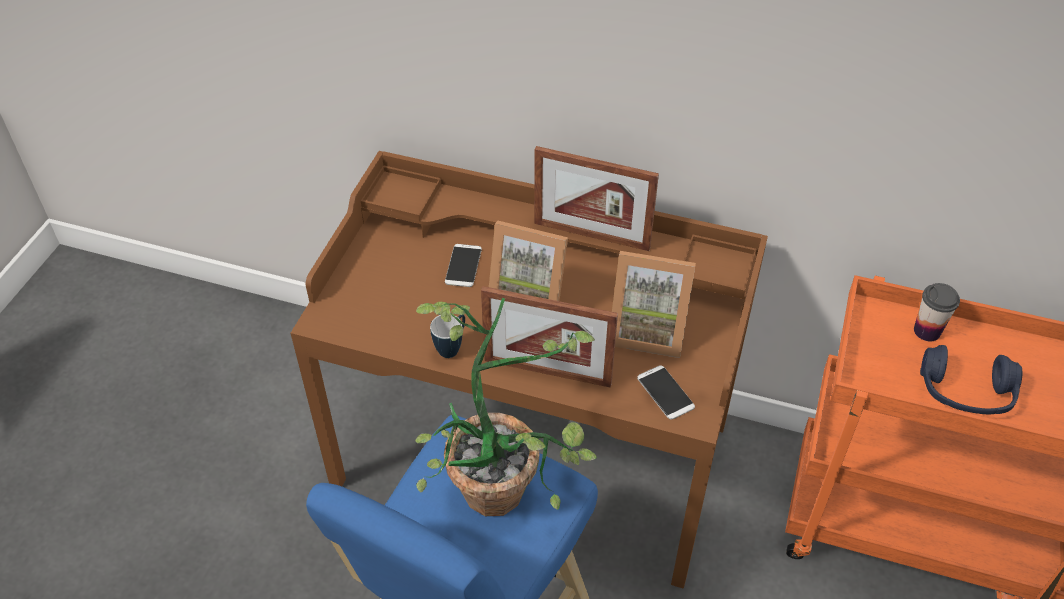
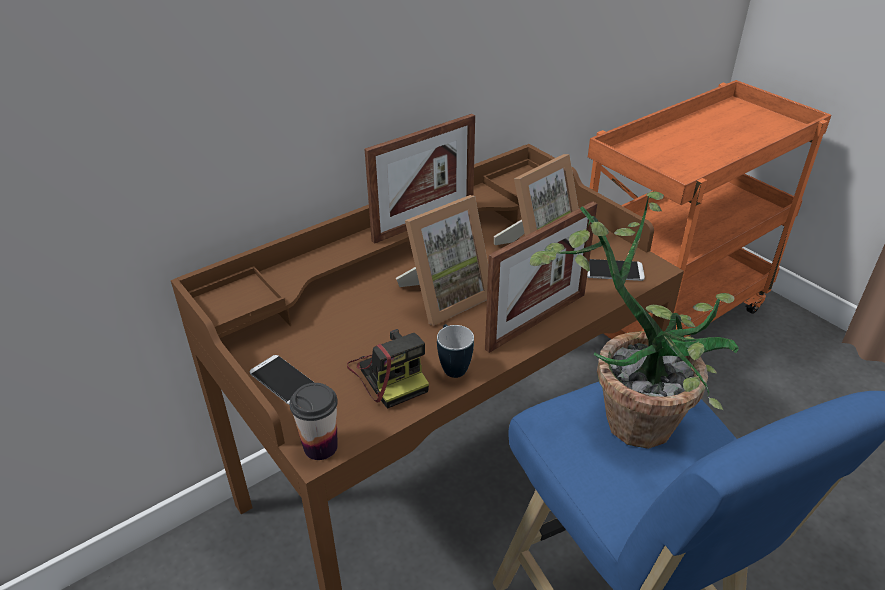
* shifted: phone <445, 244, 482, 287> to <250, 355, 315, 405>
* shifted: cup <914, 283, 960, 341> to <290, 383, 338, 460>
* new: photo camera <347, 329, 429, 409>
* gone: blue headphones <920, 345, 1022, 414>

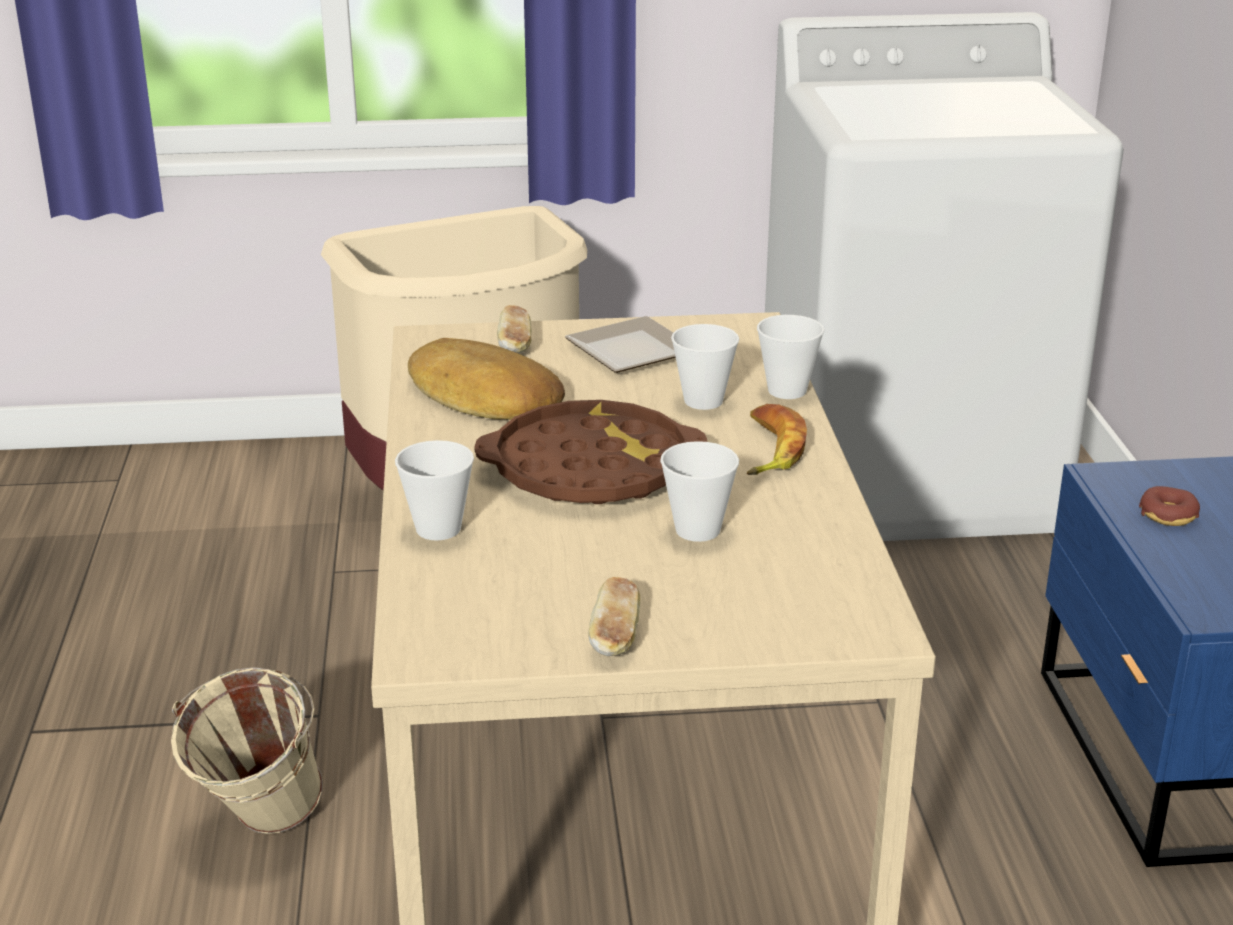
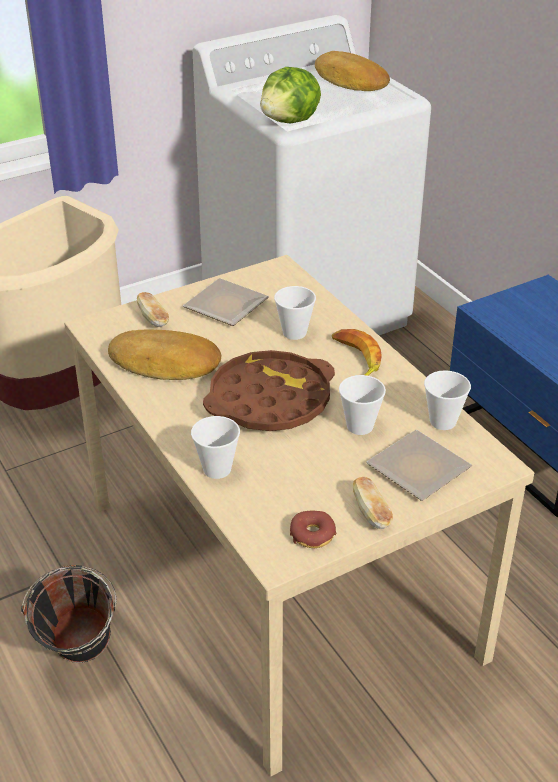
* repainted: beige bucket <171, 667, 323, 834> to black bucket <21, 565, 117, 663>
* new: lettuce <260, 67, 321, 124>
* shifted: donut <1139, 486, 1200, 526> to <290, 511, 336, 548>
* new: bread <315, 51, 390, 91>
* new: plate <366, 430, 472, 501>
* shifted: cup <757, 315, 824, 399> to <424, 370, 471, 430>

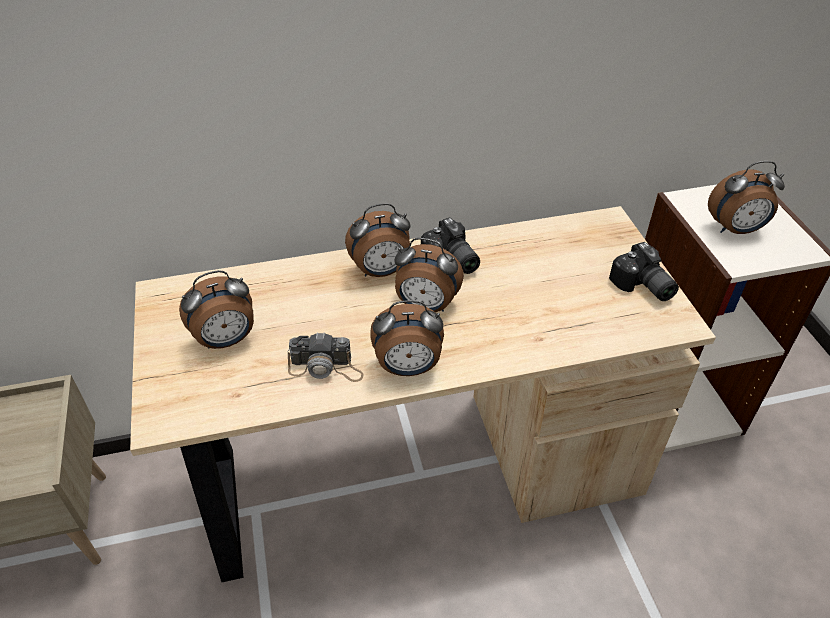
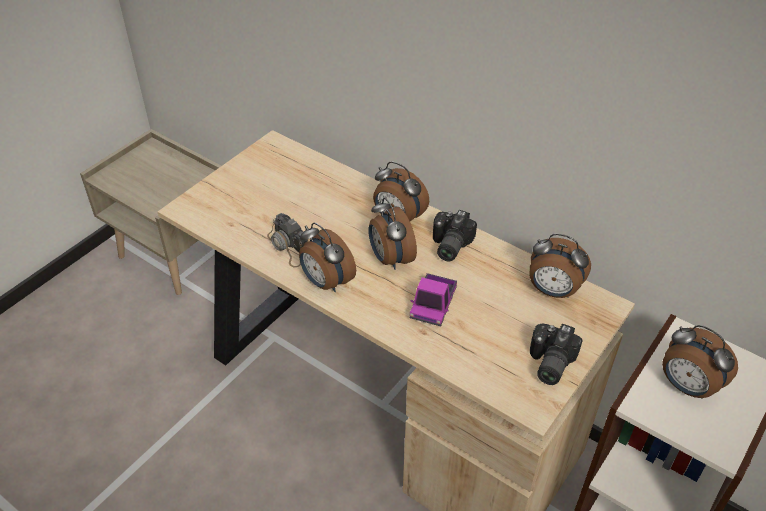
* new: toy truck <410, 273, 457, 326>
* shifted: alarm clock <179, 270, 254, 349> to <530, 233, 591, 298>

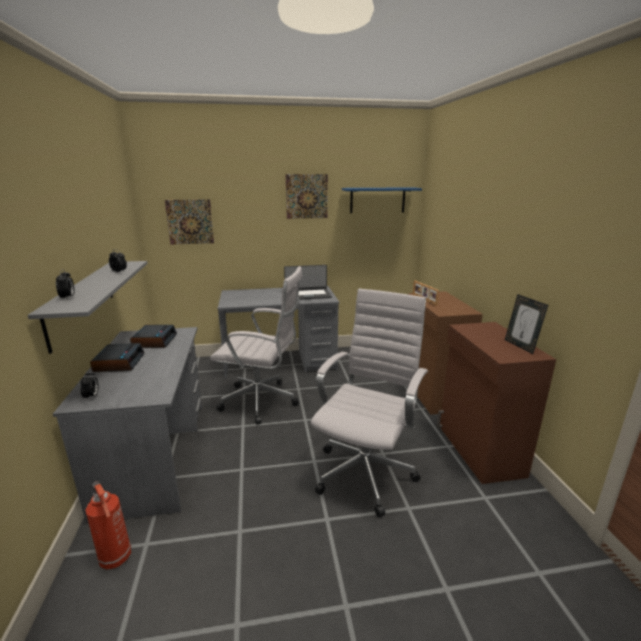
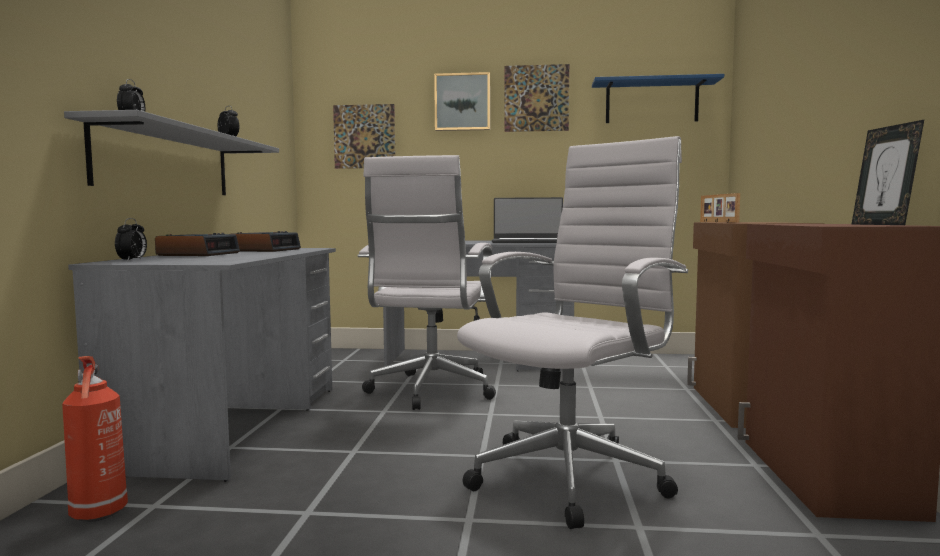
* rotated: white office chair <210, 266, 303, 425> = <358, 155, 496, 410> 75 degrees clockwise
* new: picture <434, 72, 490, 131>

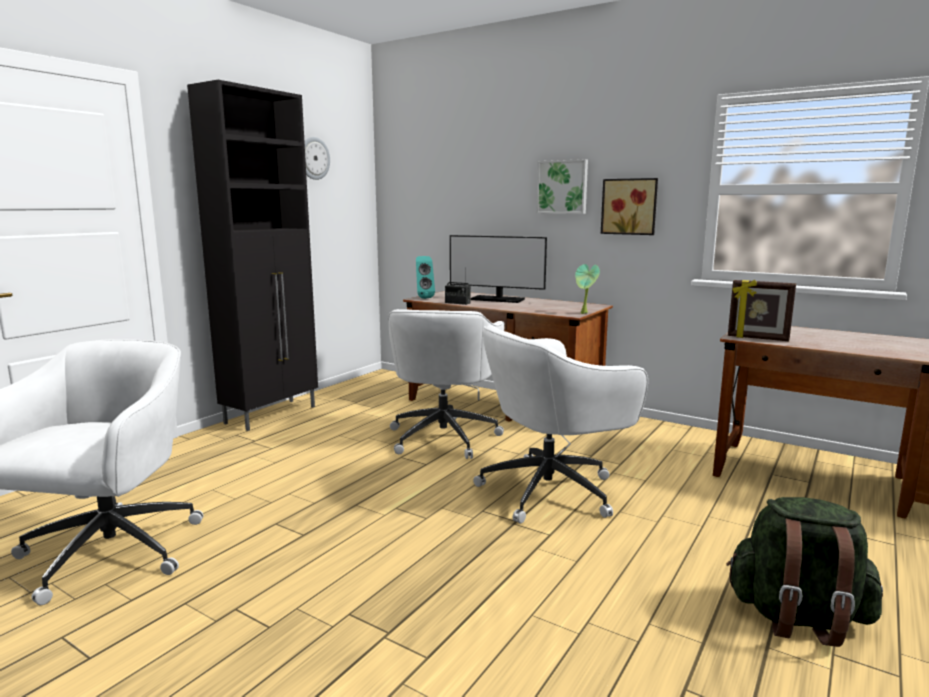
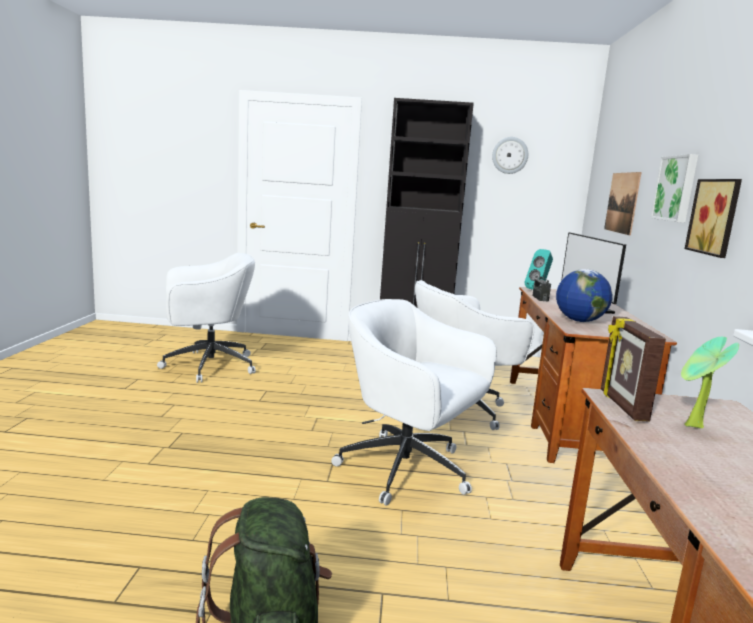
* new: globe <556, 269, 612, 322>
* new: picture <604, 172, 642, 235>
* shifted: potted plant <575, 264, 600, 314> to <681, 337, 739, 428>

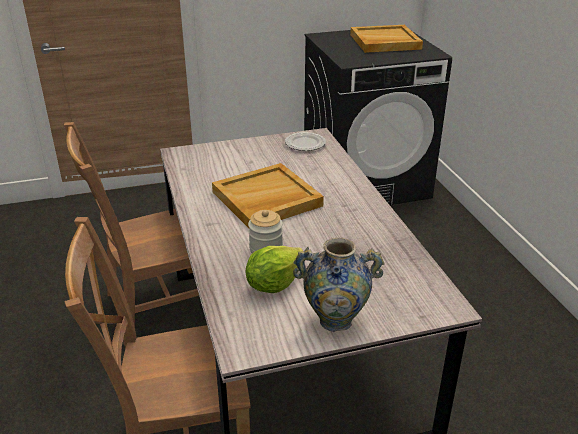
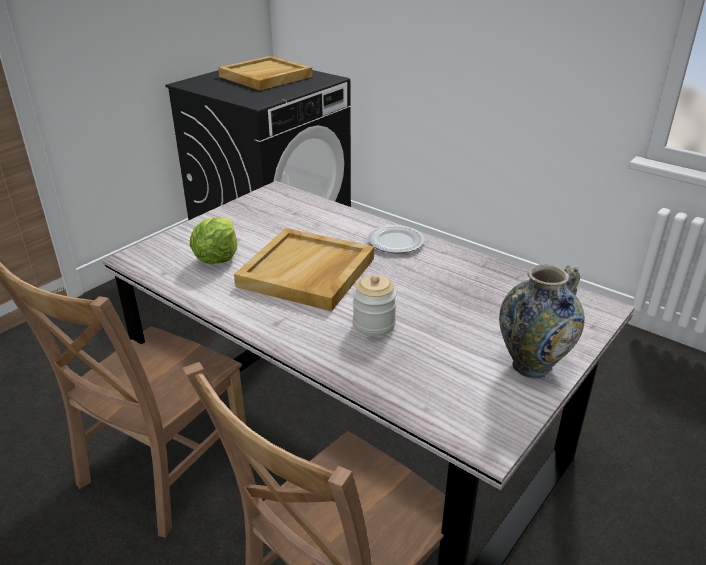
* shifted: lettuce <245, 246, 303, 293> to <190, 217, 237, 264>
* shifted: plate <285, 132, 326, 151> to <368, 225, 425, 253>

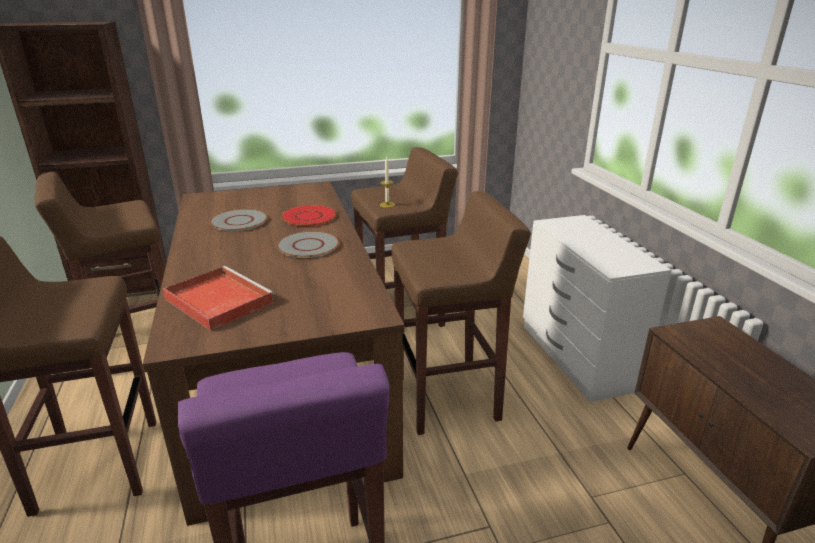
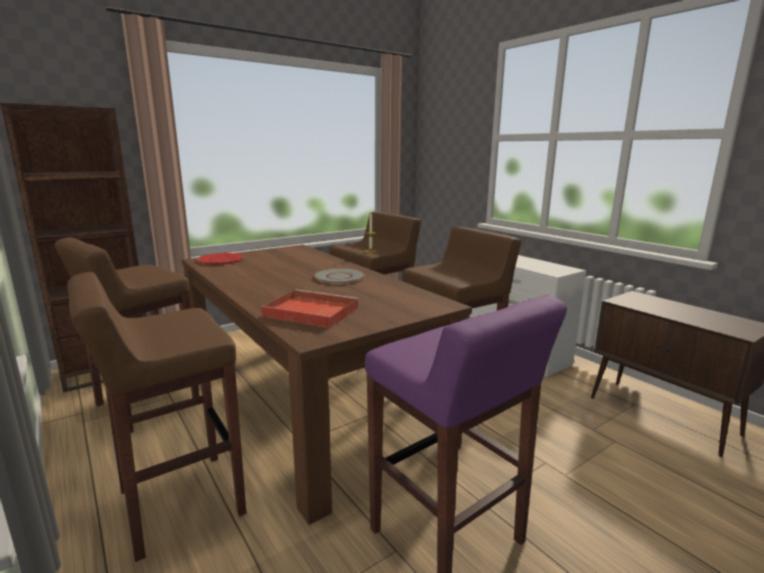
* shifted: red plate <281, 205, 337, 226> to <197, 253, 244, 265>
* gone: grey plate <210, 209, 268, 231>

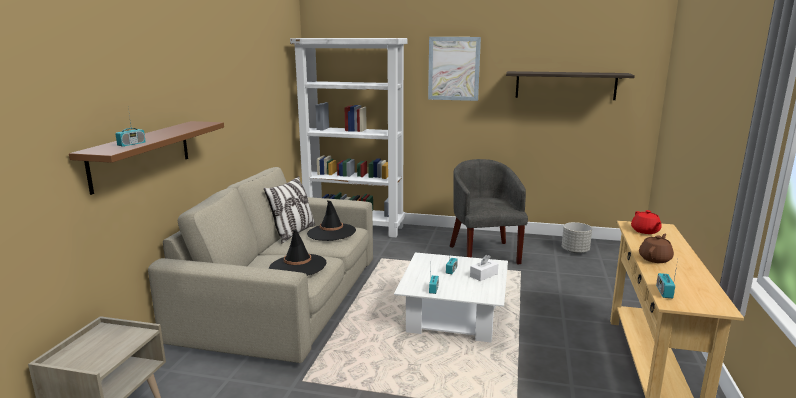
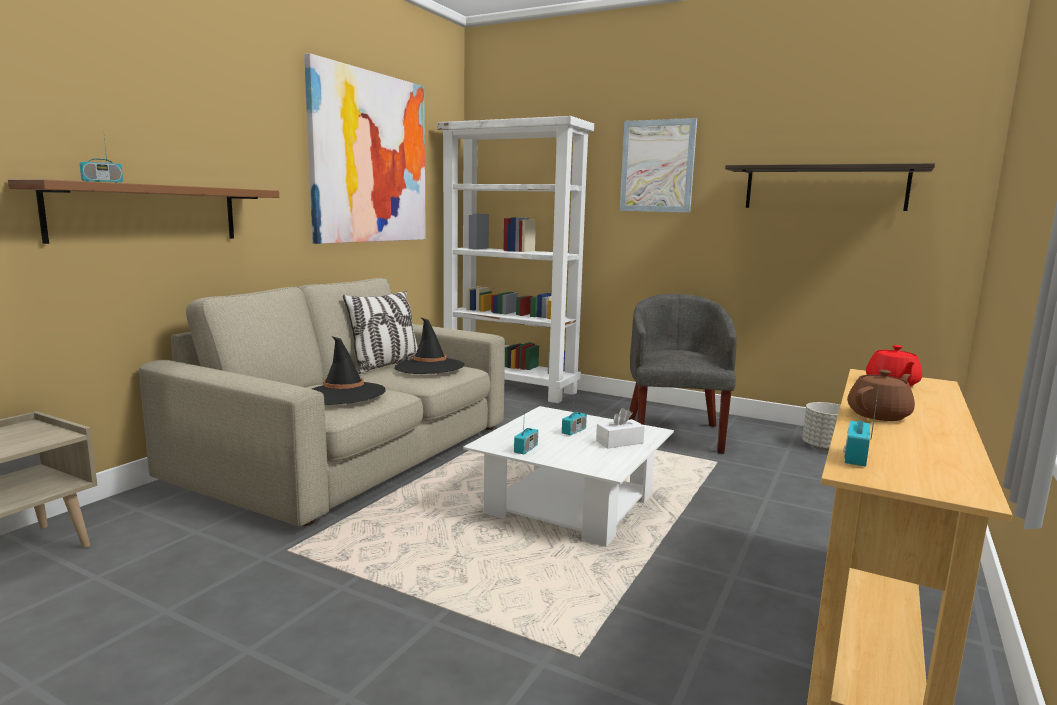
* new: picture <304, 53, 426, 244>

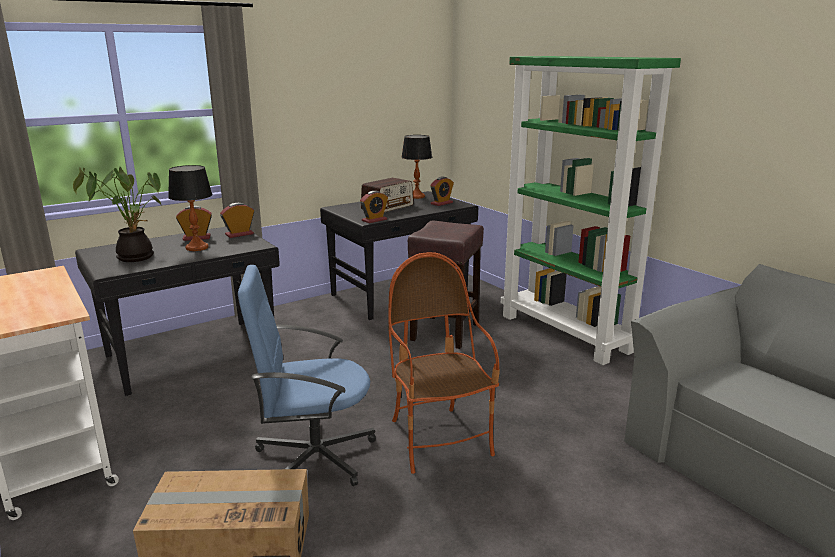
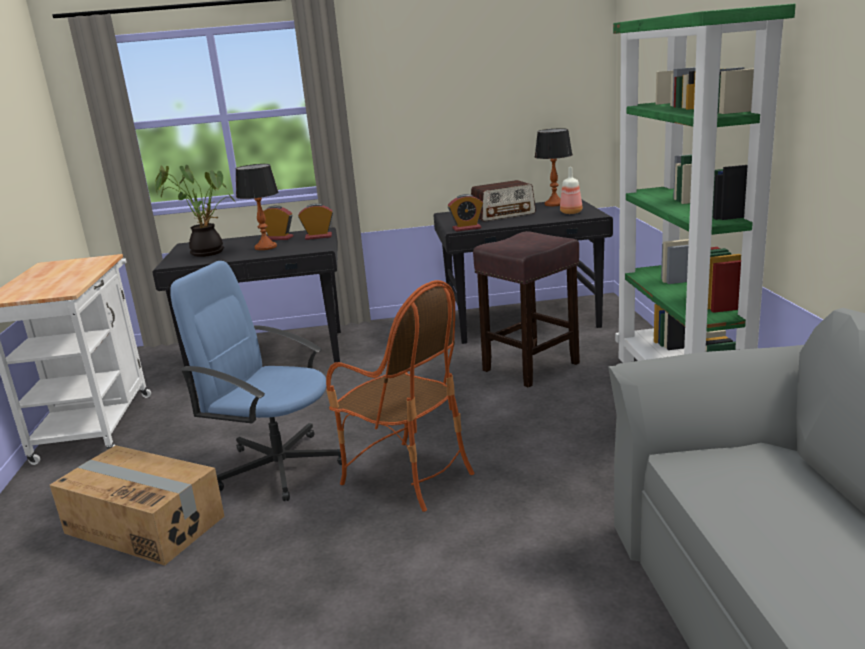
* rotated: armchair <388, 252, 500, 474> = <326, 280, 475, 512> 120 degrees clockwise
* swapped: alarm clock <430, 177, 454, 206> to bottle <560, 167, 582, 214>

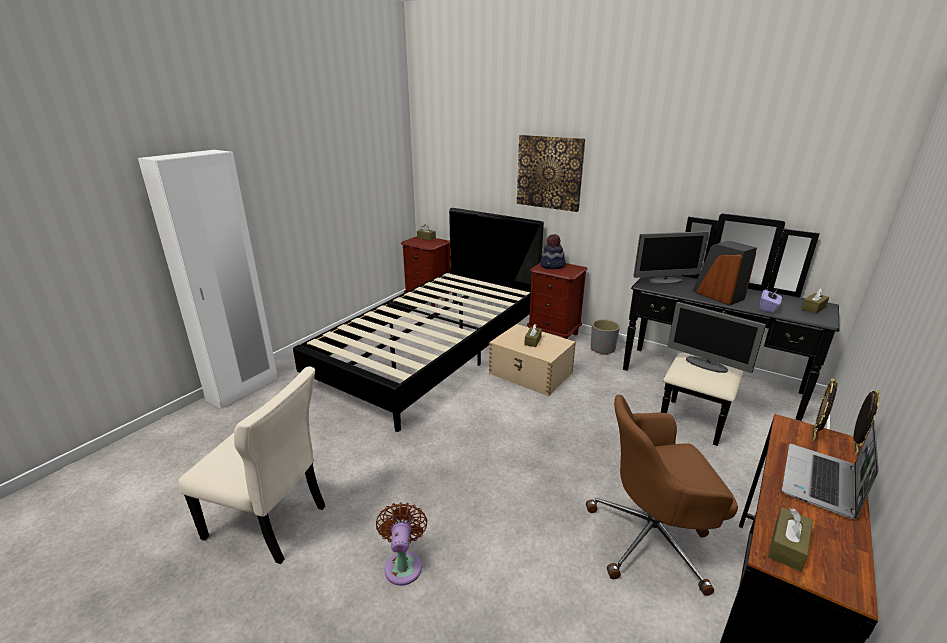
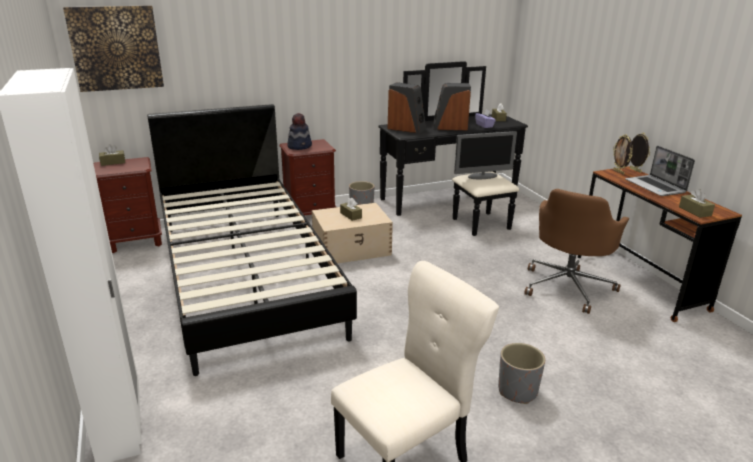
* shifted: picture <517, 135, 585, 212> to <63, 5, 164, 92>
* swapped: monitor <633, 231, 709, 284> to speaker <388, 82, 426, 133>
* swapped: brown fan <376, 502, 427, 586> to grey planter <498, 343, 545, 404>

